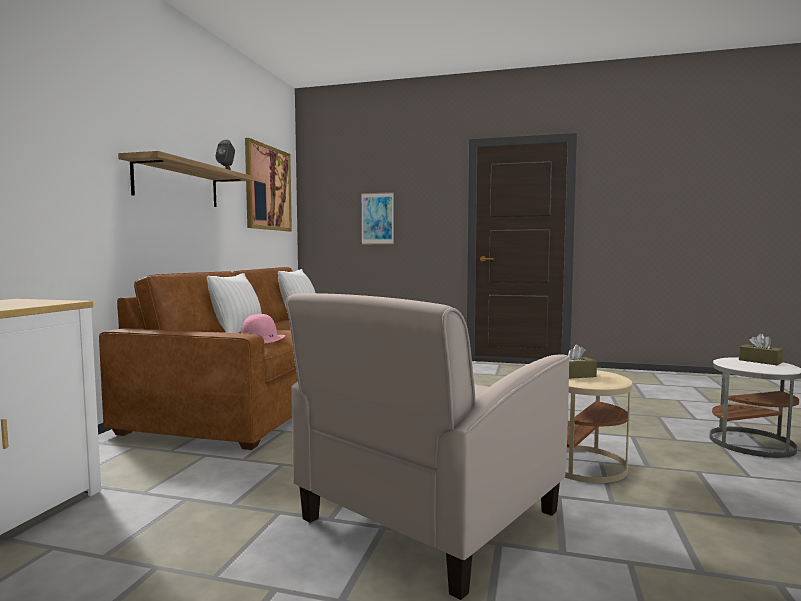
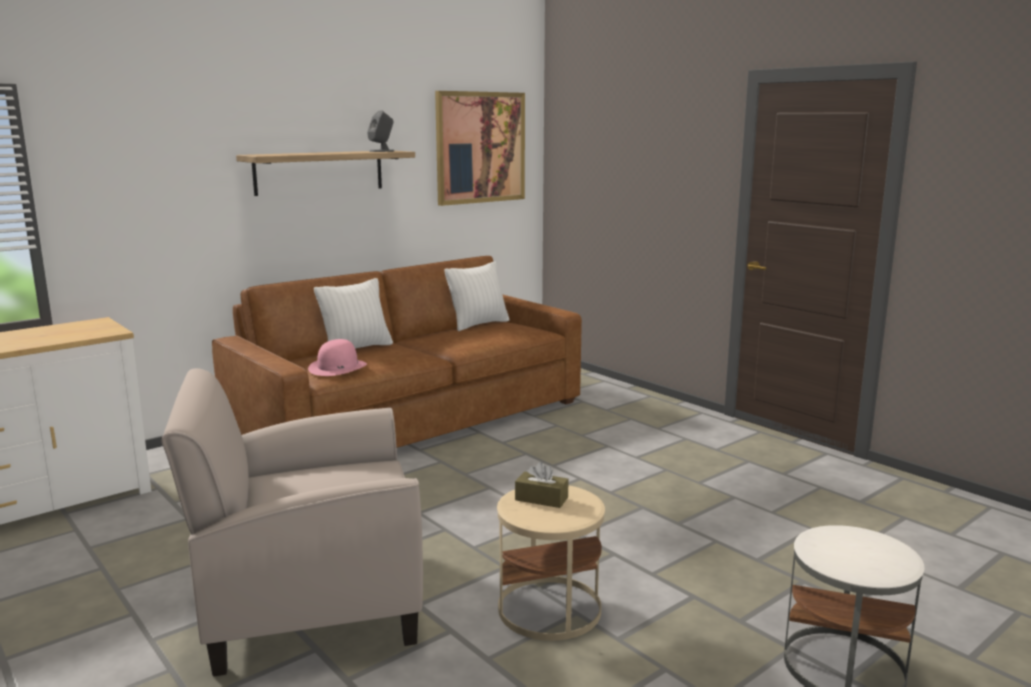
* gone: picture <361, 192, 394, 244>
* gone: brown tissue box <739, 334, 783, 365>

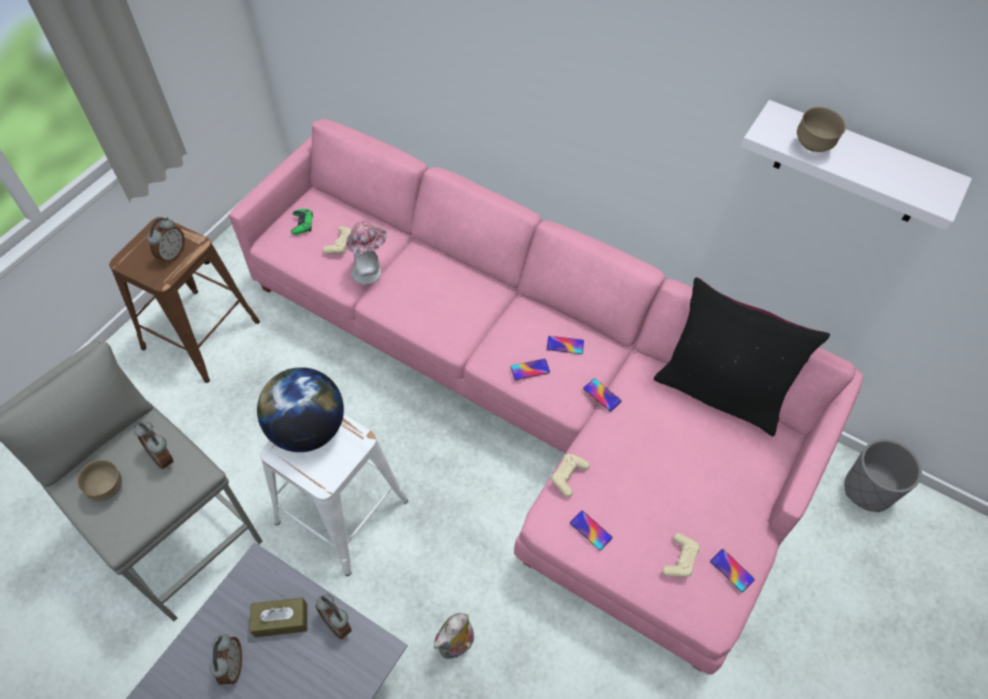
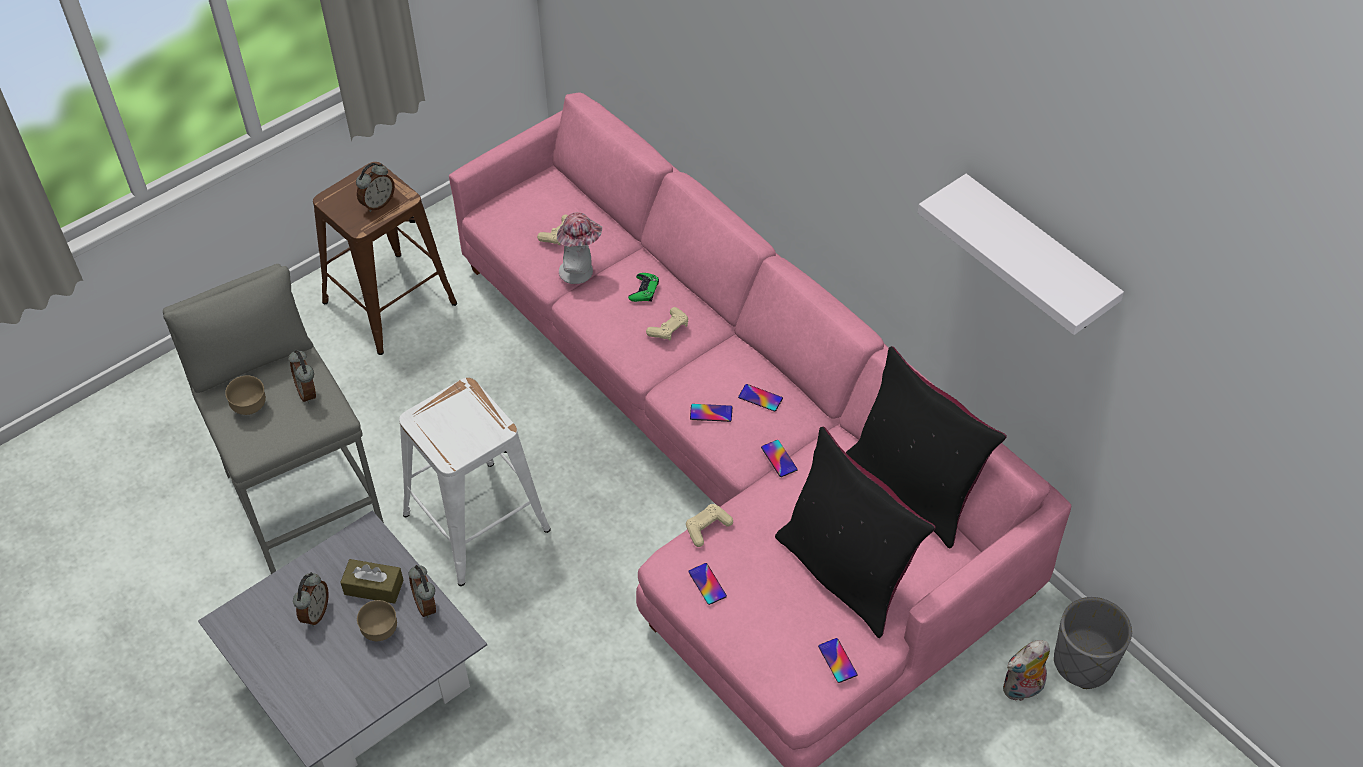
* shifted: brown bowl <797, 107, 846, 152> to <357, 600, 397, 641>
* shifted: green game controller <291, 209, 313, 235> to <628, 273, 659, 302>
* shifted: beige game controller <662, 533, 700, 577> to <646, 307, 688, 341>
* new: black pillow <775, 426, 936, 638>
* shifted: plush toy <434, 613, 474, 660> to <1003, 640, 1050, 702>
* gone: globe <257, 367, 344, 452>

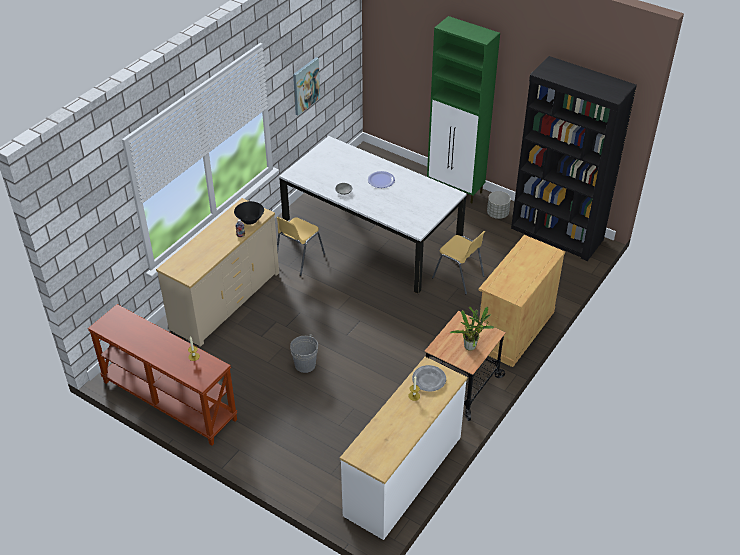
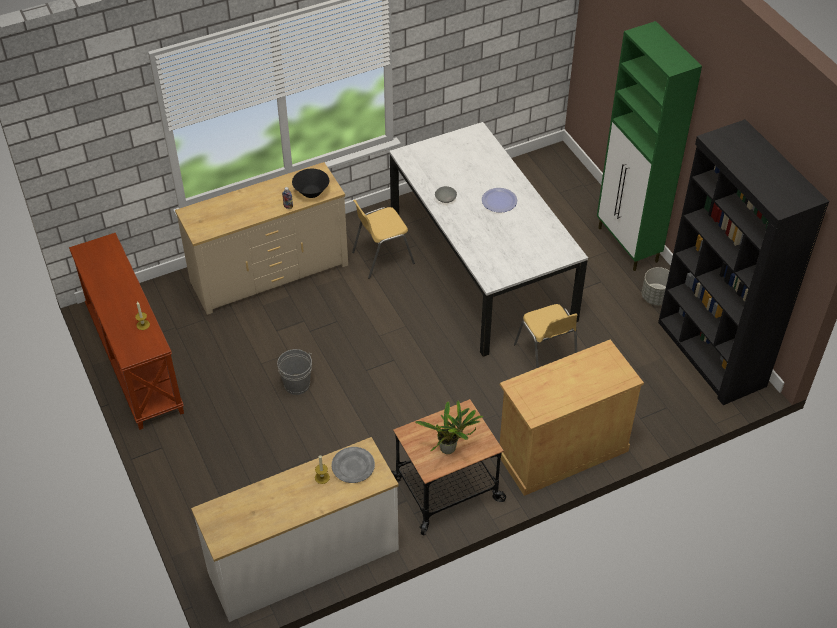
* gone: picture <293, 57, 320, 115>

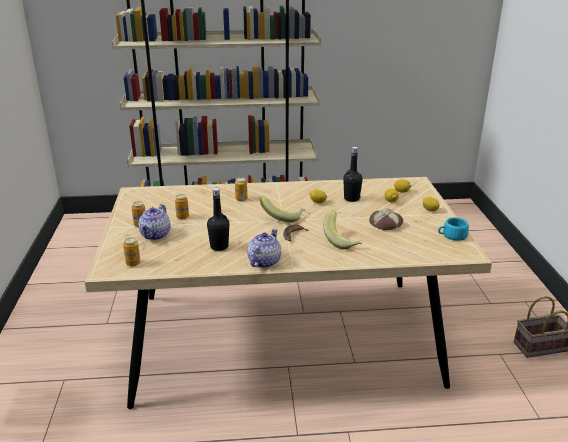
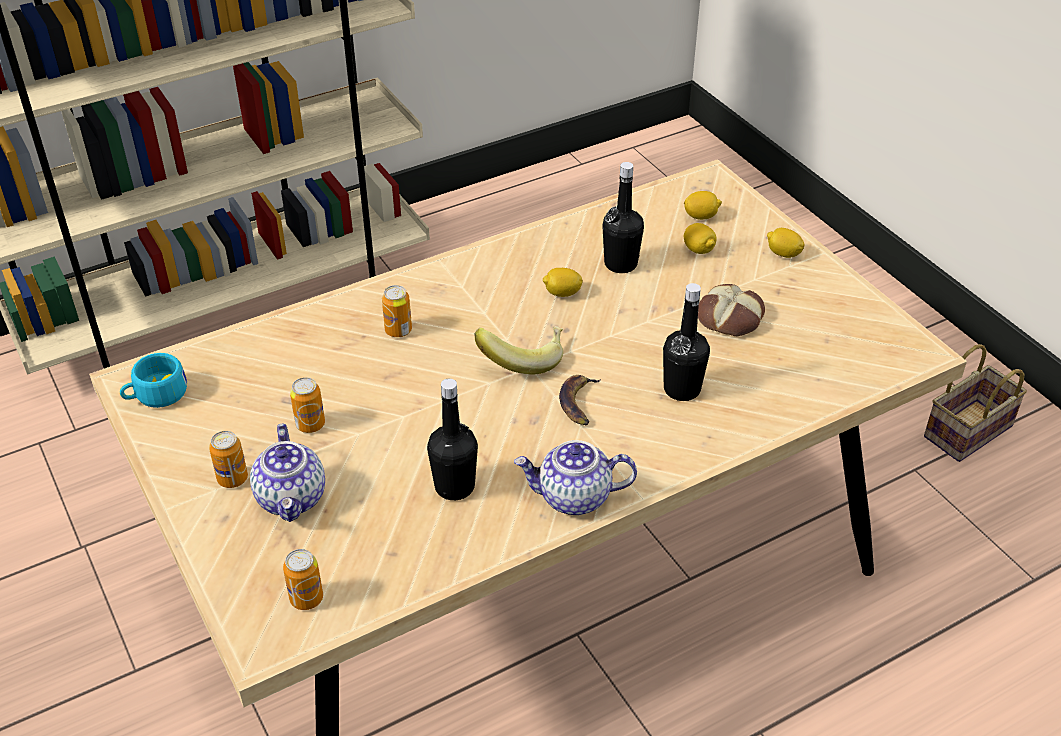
* shifted: turquoise cup <438, 217, 469, 241> to <120, 353, 187, 408>
* rotated: teapot <247, 229, 281, 268> = <514, 440, 637, 515> 90 degrees counterclockwise
* swapped: banana <324, 210, 362, 249> to black bottle <663, 283, 710, 401>

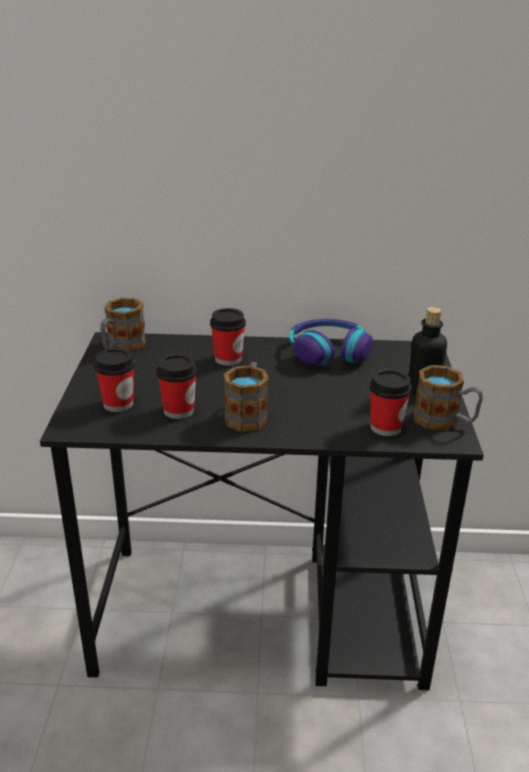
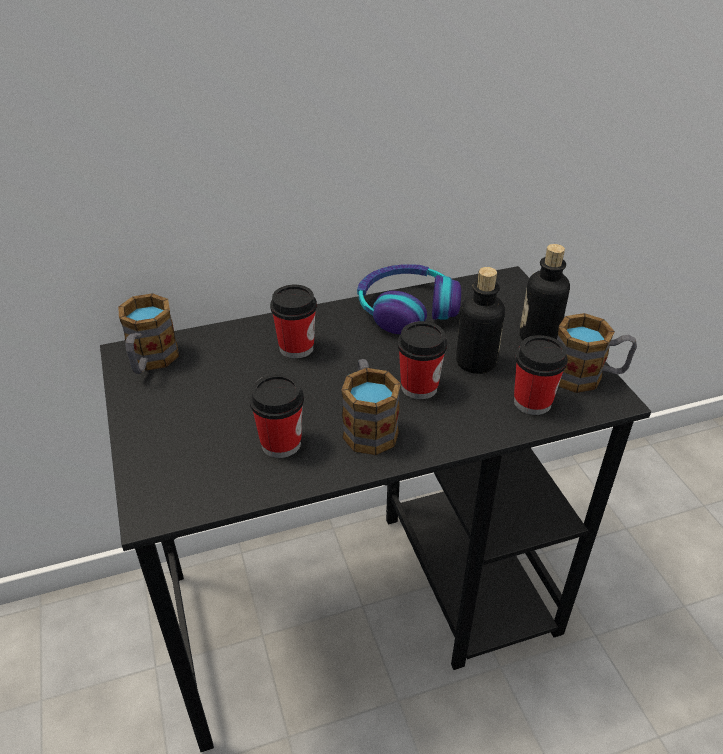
* shifted: cup <94, 348, 135, 412> to <398, 321, 447, 400>
* new: bottle <456, 267, 505, 374>

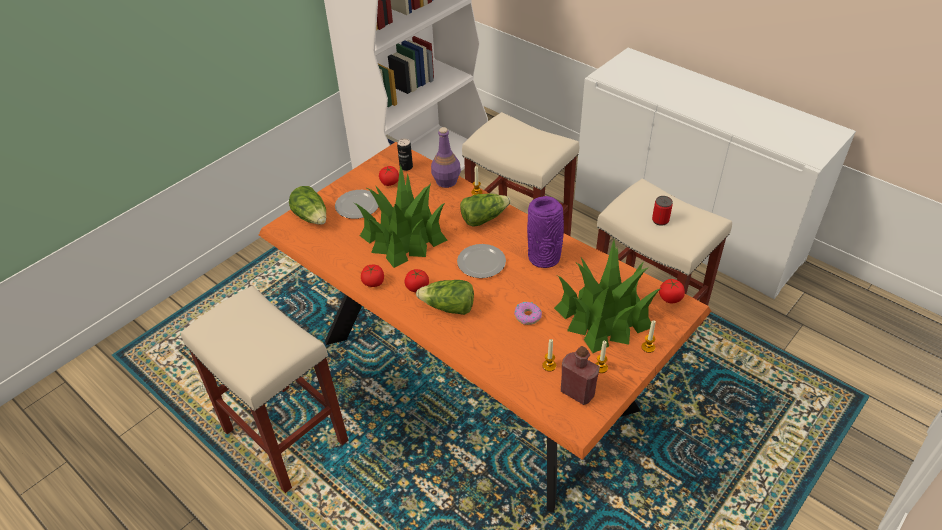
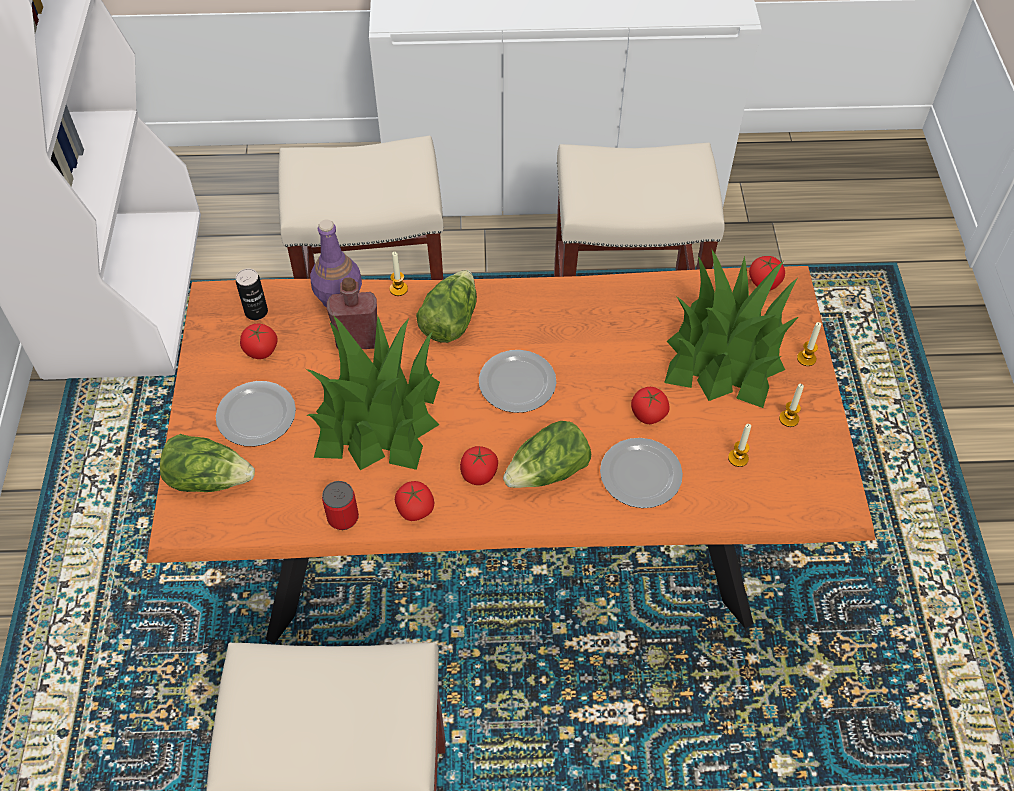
* shifted: can <652, 196, 673, 226> to <322, 481, 359, 530>
* shifted: red bottle <561, 346, 599, 405> to <327, 277, 377, 349>
* new: plate <600, 438, 683, 508>
* swapped: donut <514, 302, 542, 325> to tomato <631, 387, 670, 424>
* gone: purple vase <527, 196, 564, 268>

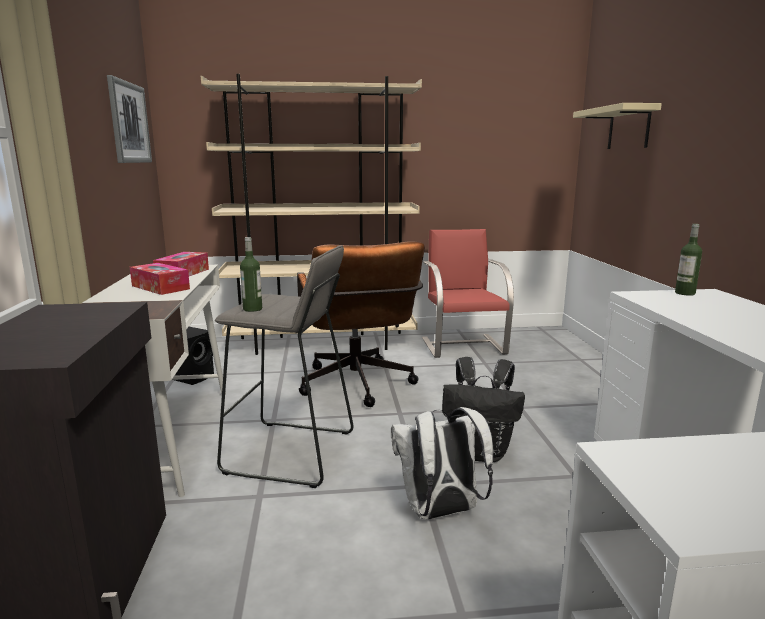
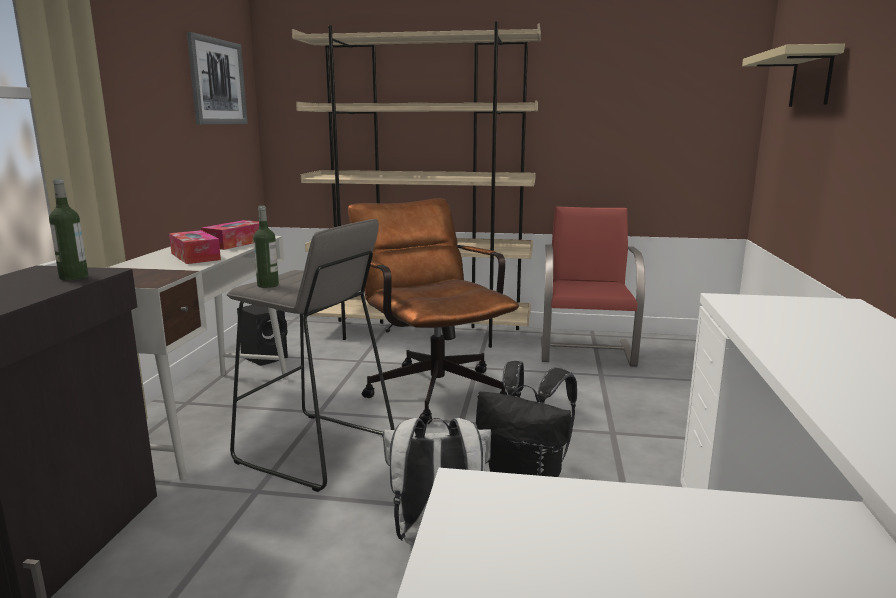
* shifted: bottle <675, 224, 702, 296> to <49, 179, 88, 281>
* rotated: brown office chair <297, 241, 425, 407> = <348, 198, 519, 424> 150 degrees clockwise

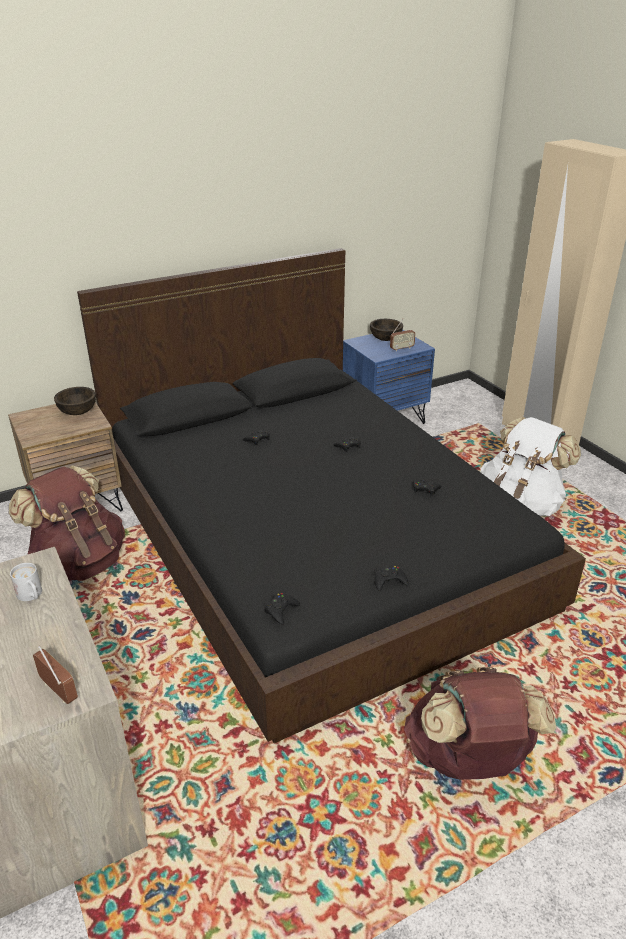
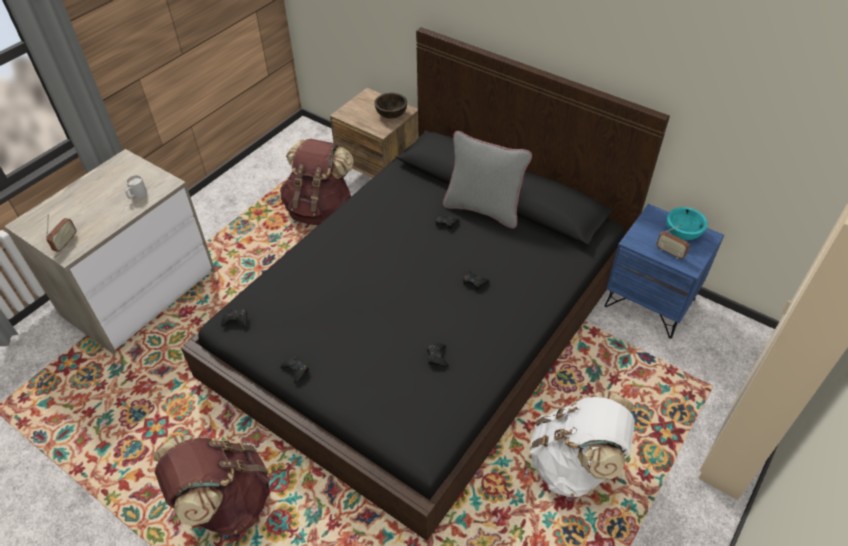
* new: grey pillow <443, 131, 532, 229>
* repainted: brown bowl <370, 319, 403, 341> to turquoise bowl <667, 207, 708, 240>

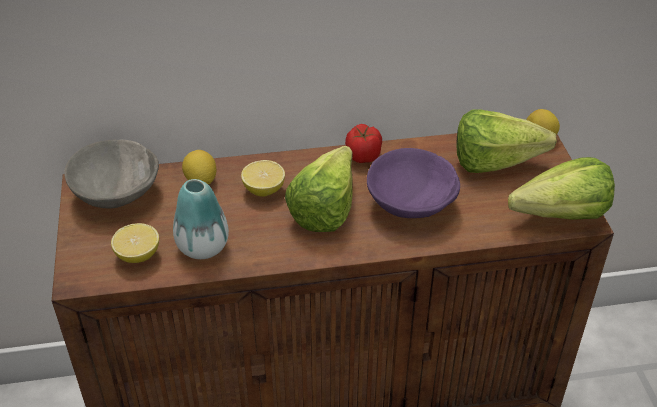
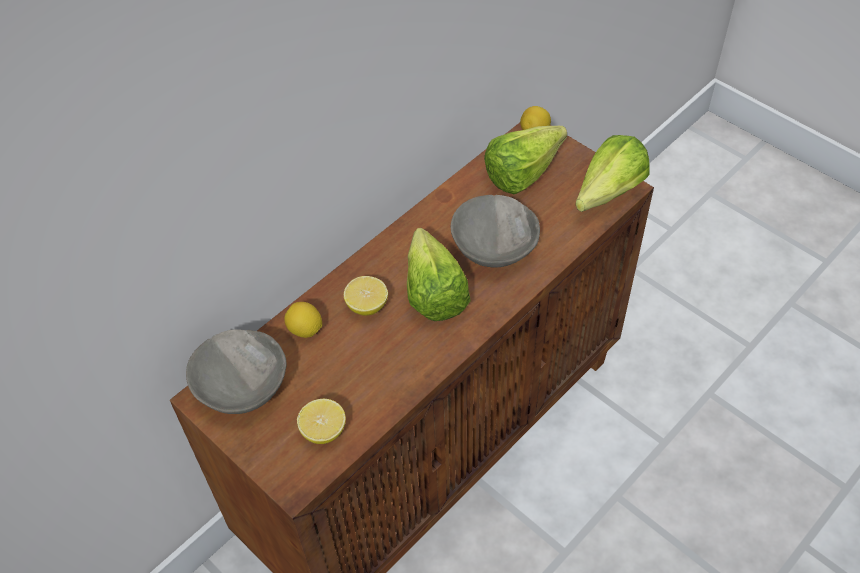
* repainted: purple bowl <367, 148, 460, 218> to grey bowl <451, 195, 540, 268>
* gone: vase <173, 179, 229, 259>
* gone: tomato <345, 124, 382, 163>

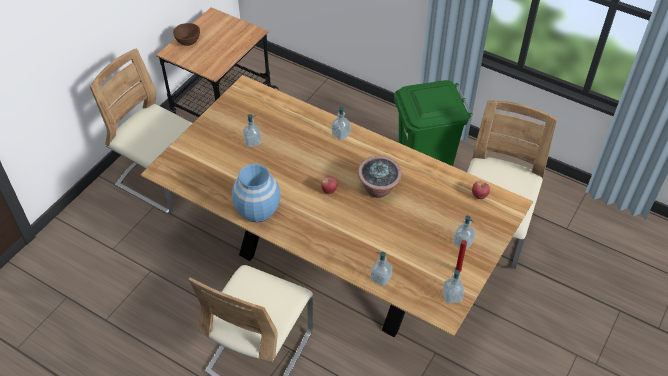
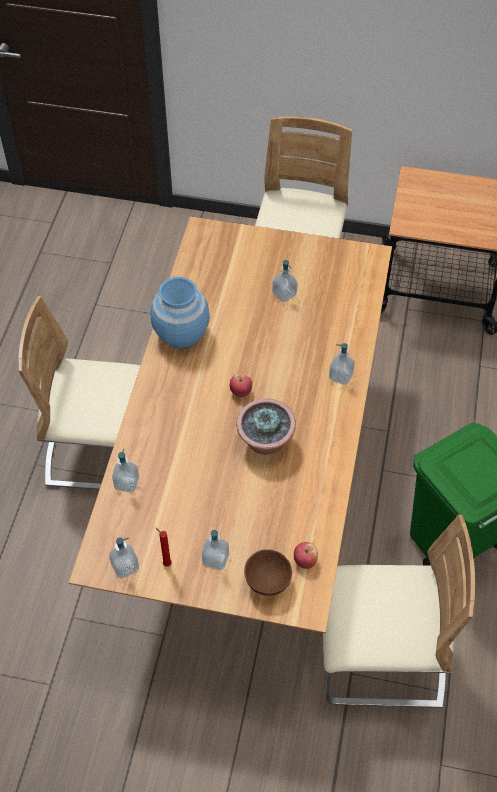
* shifted: brown bowl <173, 23, 200, 46> to <244, 549, 292, 596>

